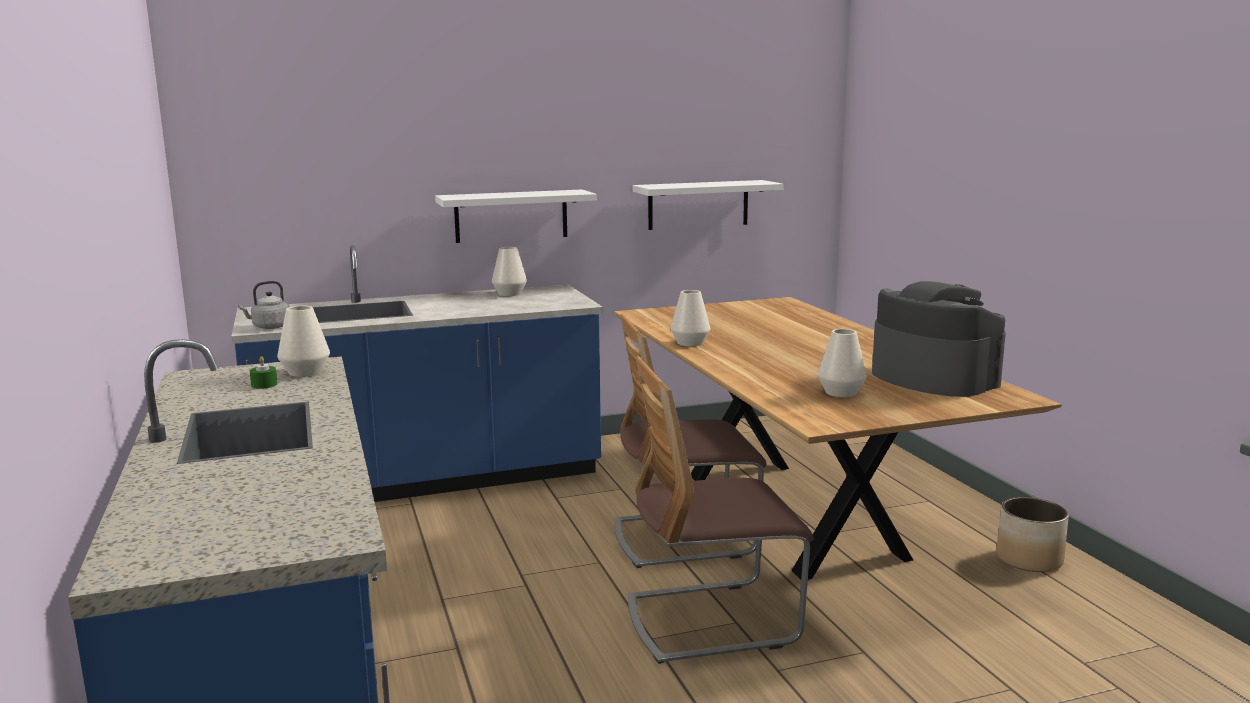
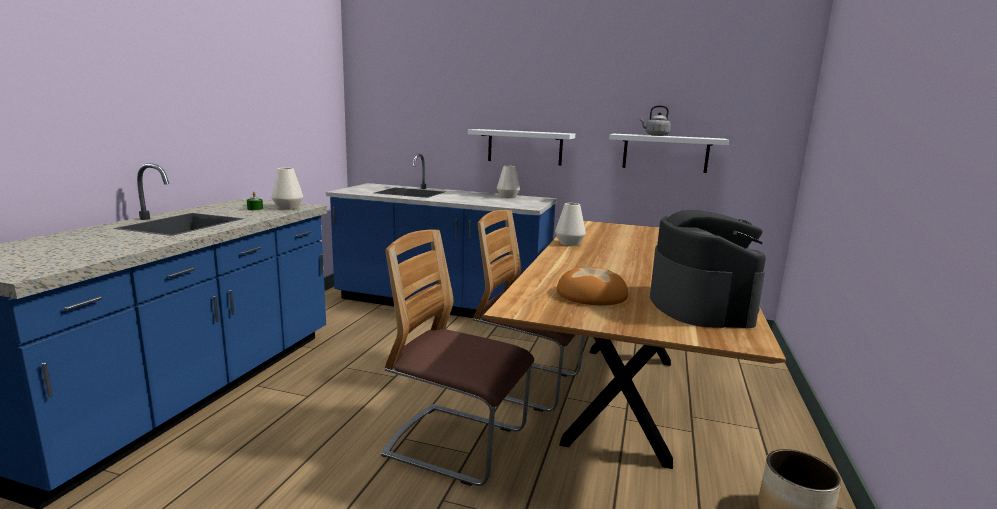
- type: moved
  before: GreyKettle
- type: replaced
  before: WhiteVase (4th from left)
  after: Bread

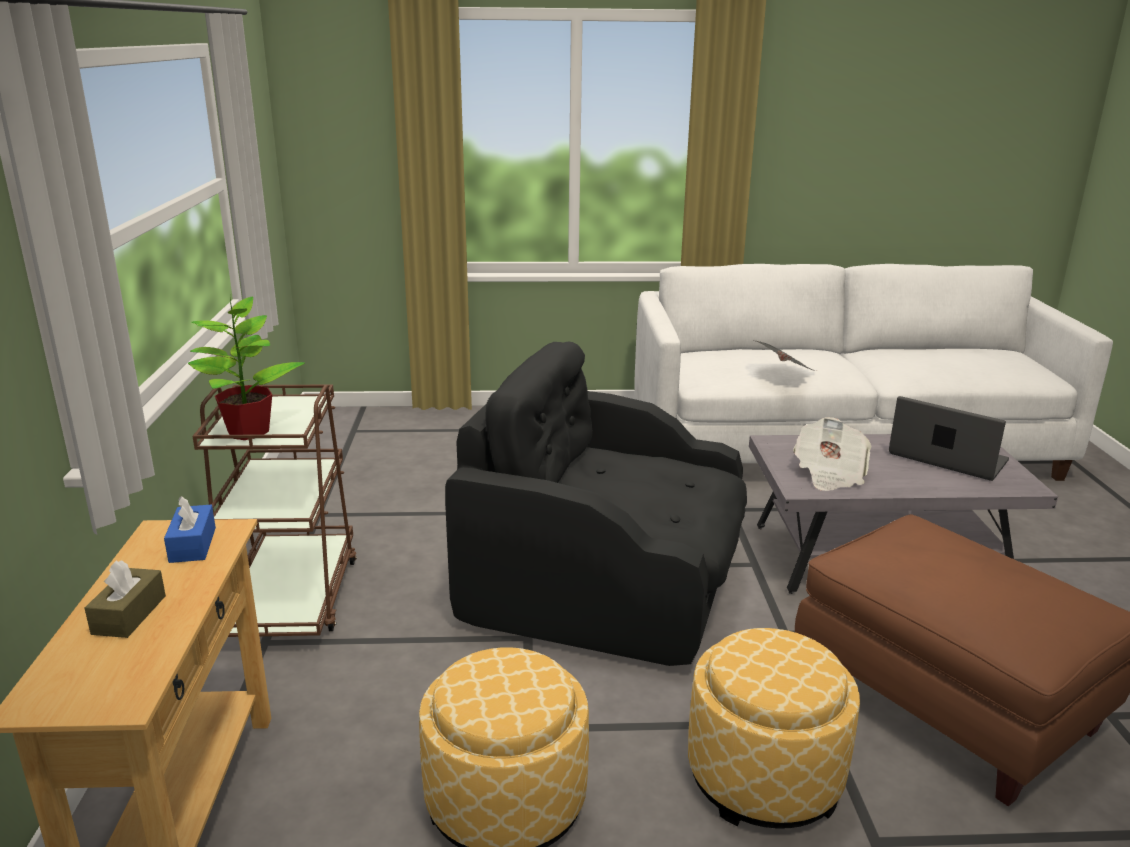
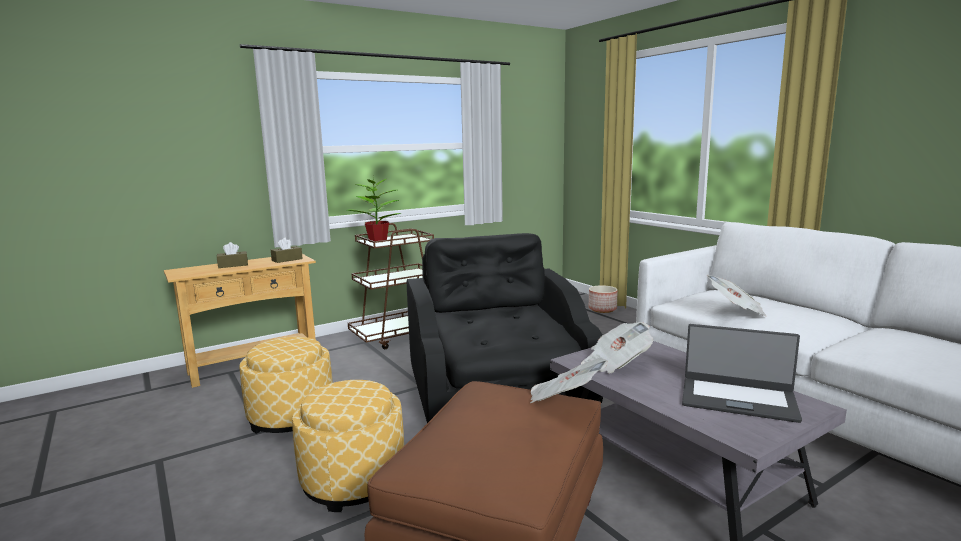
- type: recoloured
  before: BlueTissueBox
  after: BrownTissueBox (2nd from left)
- type: turned
  before: Laptop
  turn: 105
- type: added
  after: Newspaper (1st from left)
- type: added
  after: Planter

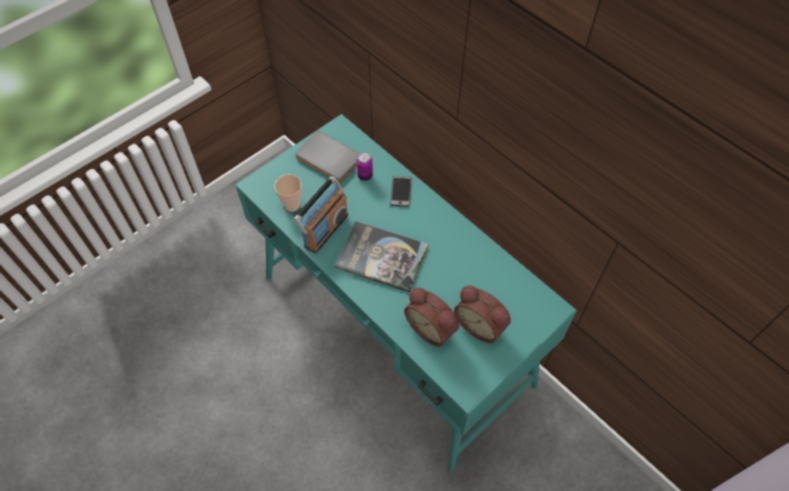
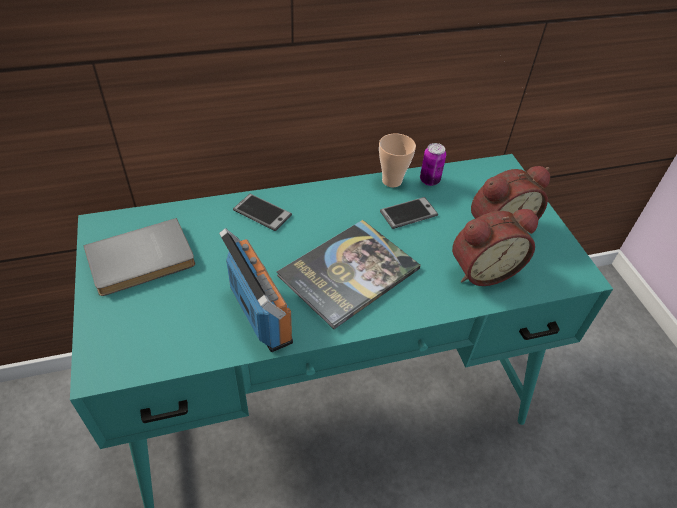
- type: moved
  before: Cup
- type: moved
  before: Can
- type: added
  after: Phone (2nd from left)

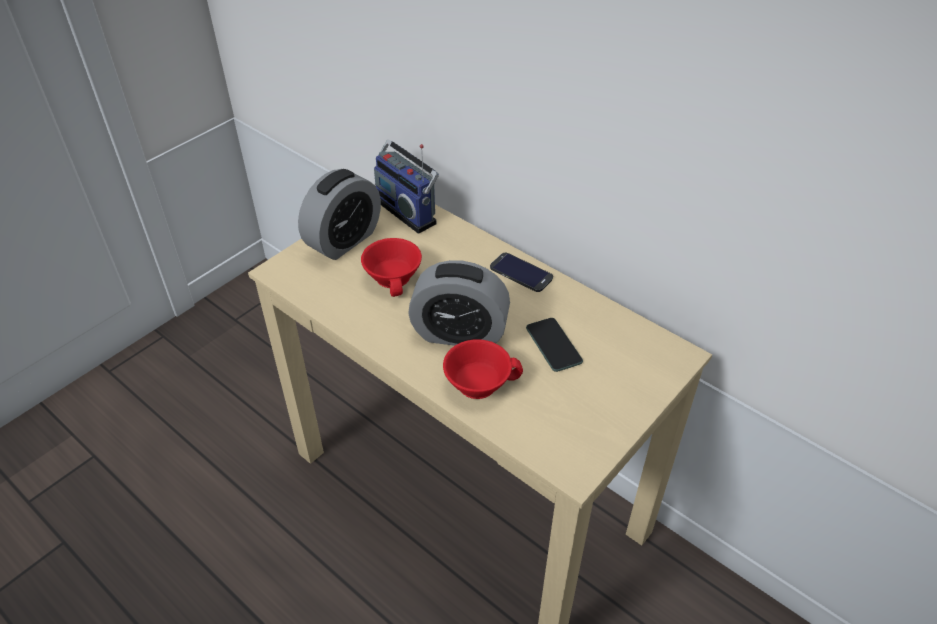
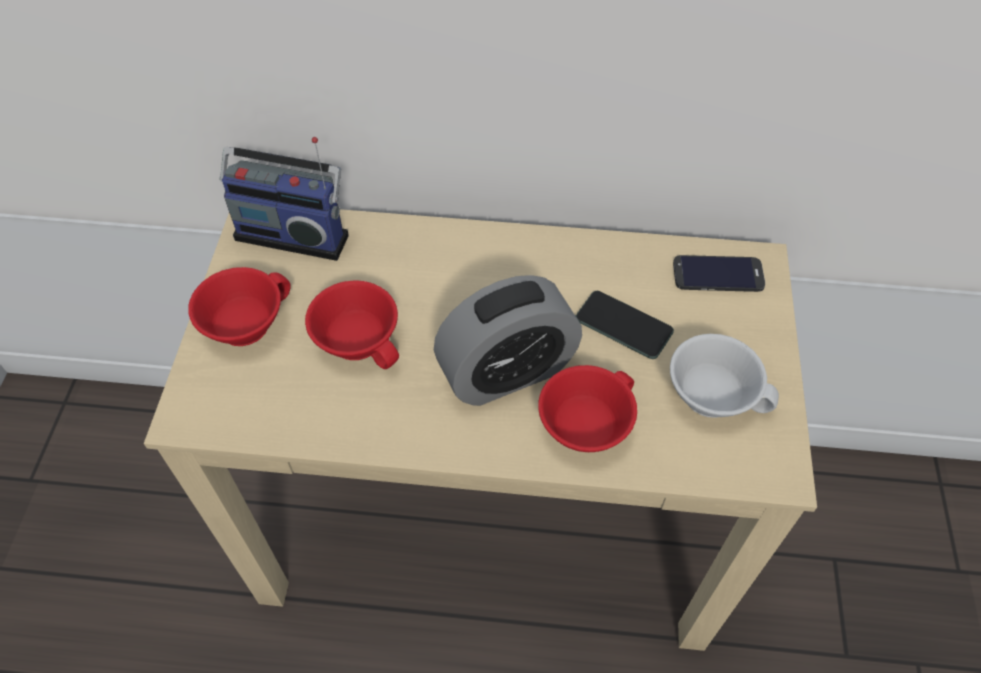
- type: replaced
  before: AlarmClock (1st from left)
  after: RedCup (1st from left)
- type: moved
  before: Phone (1st from left in the first image)
  after: Phone (2nd from left)
- type: added
  after: WhiteCup

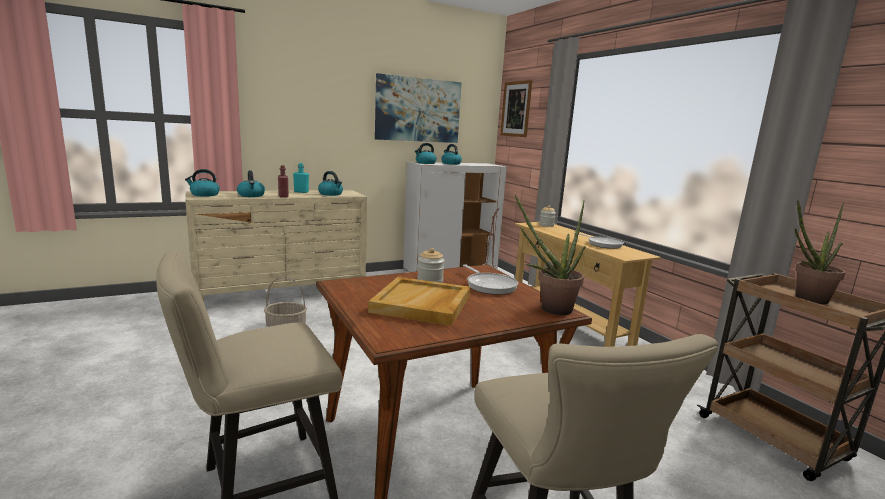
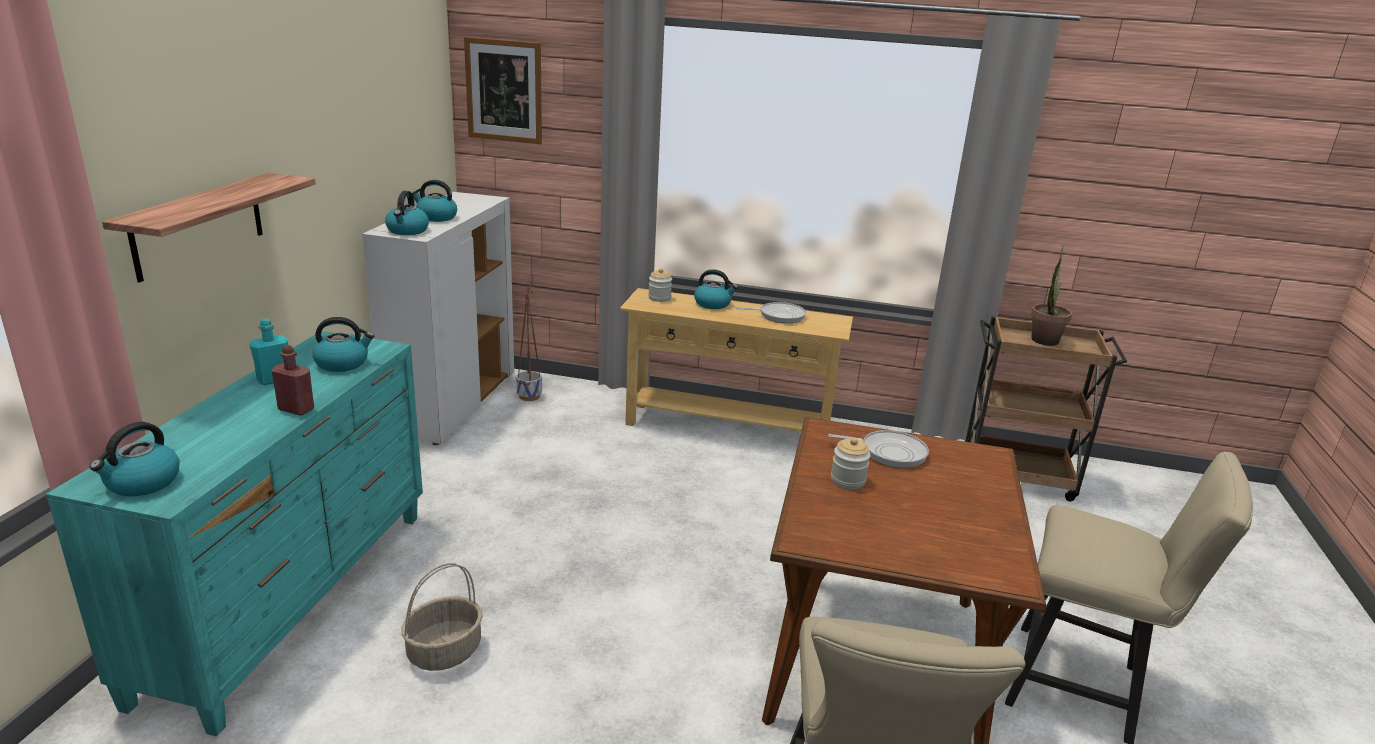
- type: recoloured
  before: BeigeDresser
  after: TurquoiseDresser
- type: moved
  before: Kettle (2nd from left in the first image)
  after: Kettle (5th from left)
- type: removed
  before: BeigeTray
- type: removed
  before: Picture (1st from left)
- type: removed
  before: PottedPlant (1st from left)
- type: added
  after: Shelf

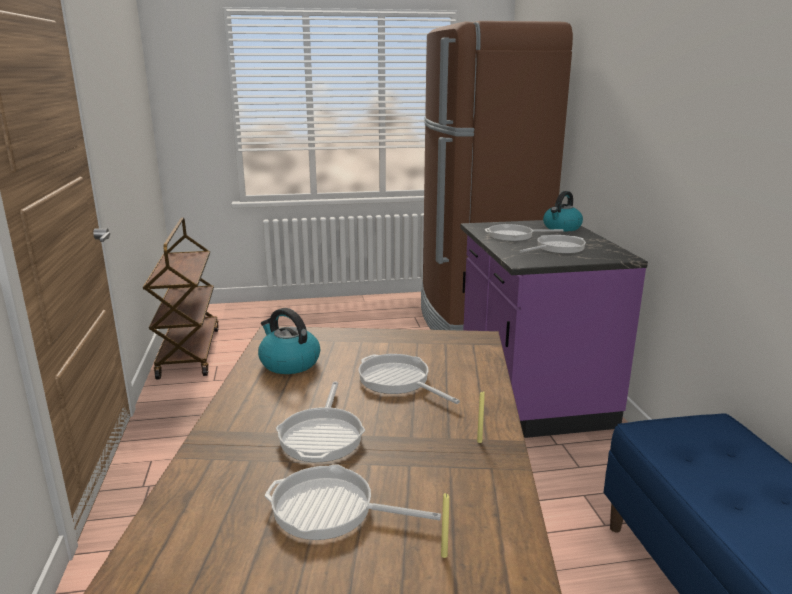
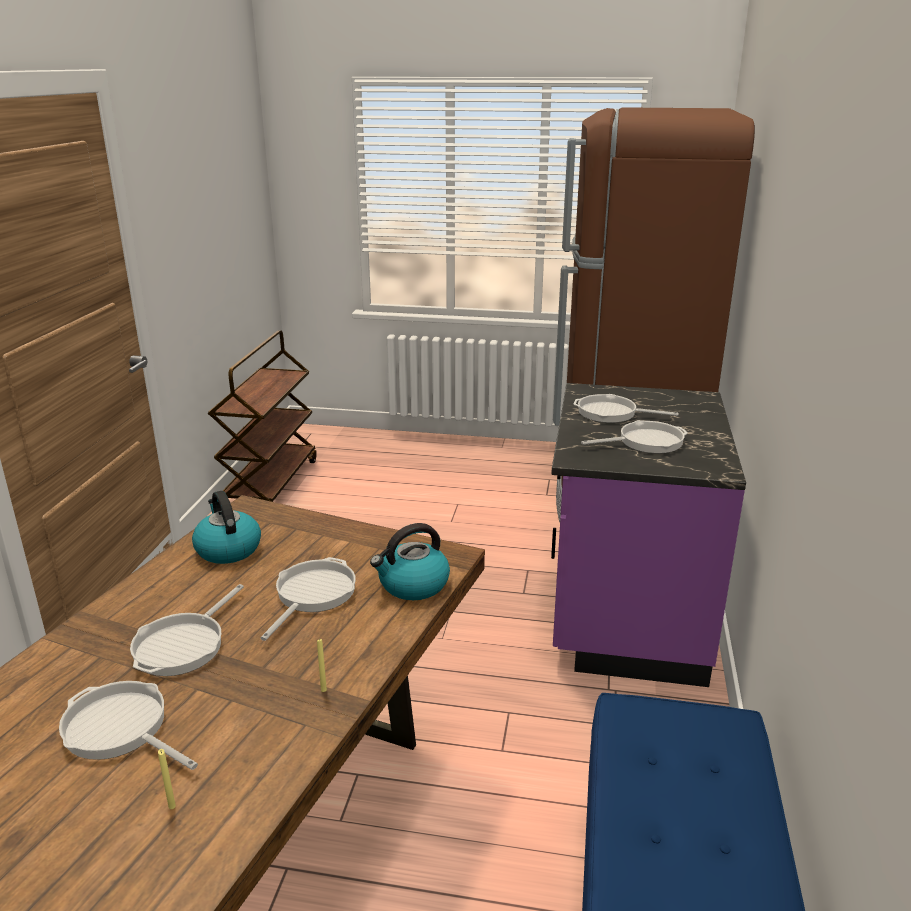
- type: turned
  before: FryingPan (3rd from left)
  turn: 45
- type: moved
  before: Kettle (2nd from left)

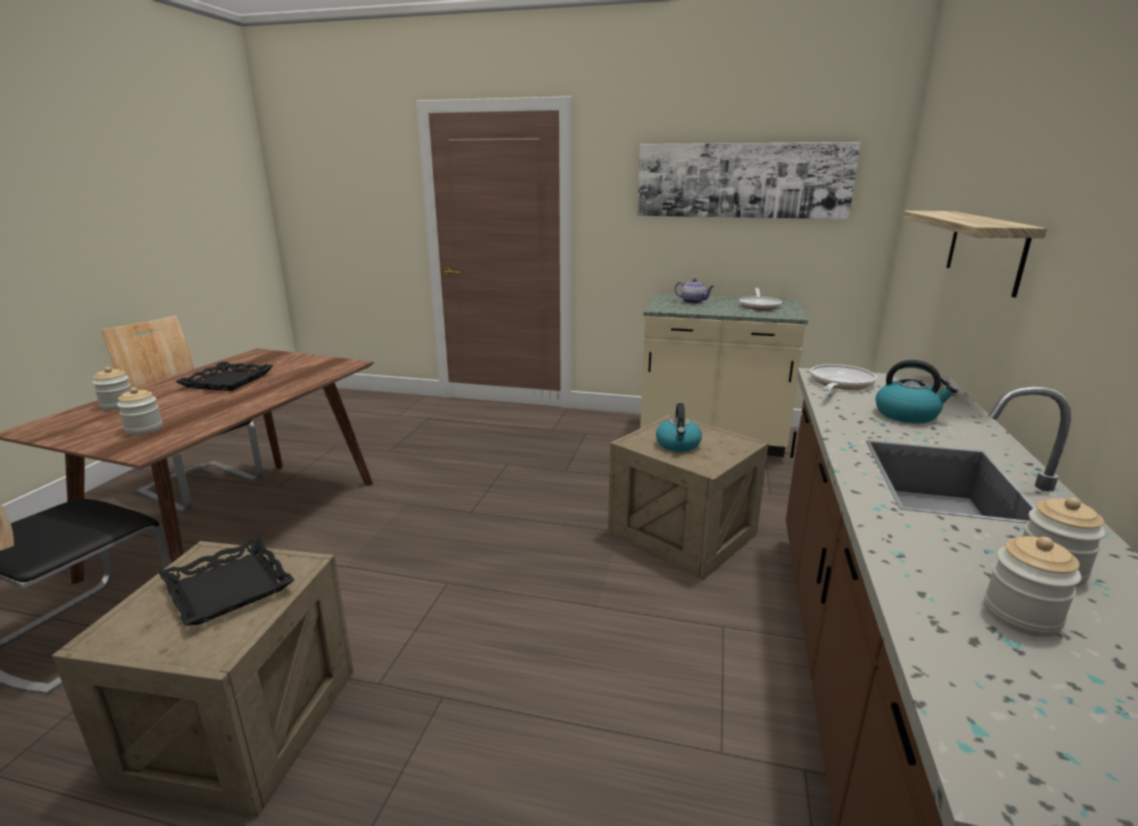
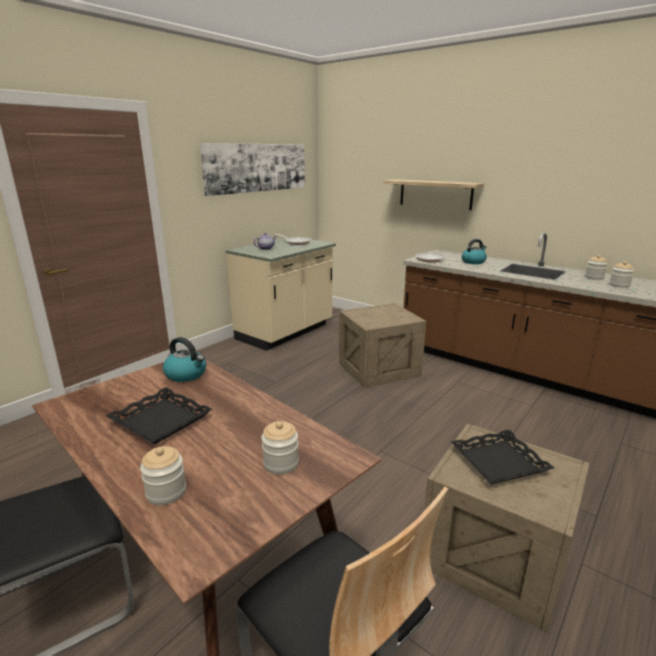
- type: moved
  before: Kettle (1st from left)

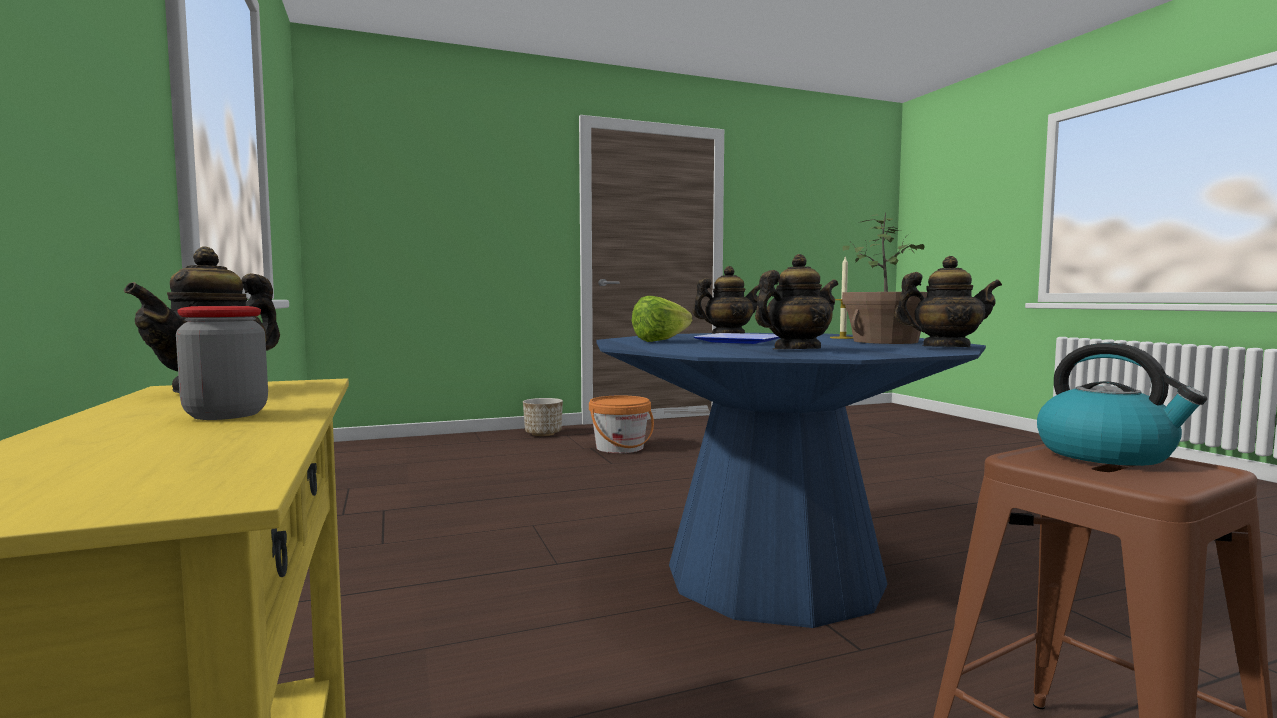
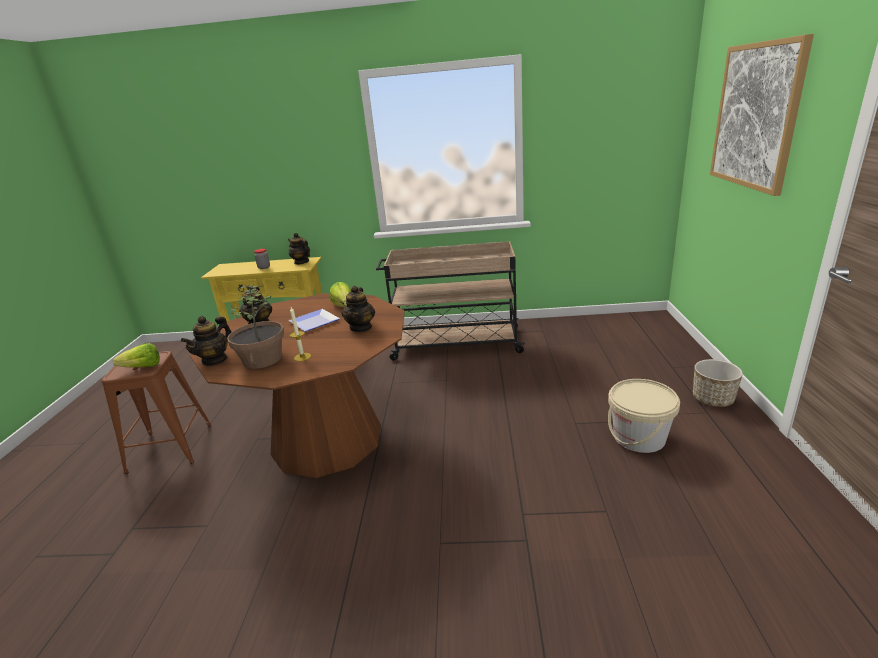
- type: recoloured
  before: OrangeBucket
  after: BeigeBucket
- type: recoloured
  before: BlueDiningTable
  after: BrownDiningTable
- type: replaced
  before: Kettle
  after: Lettuce (1st from left)
- type: added
  after: BeigeCart
- type: added
  after: Picture

